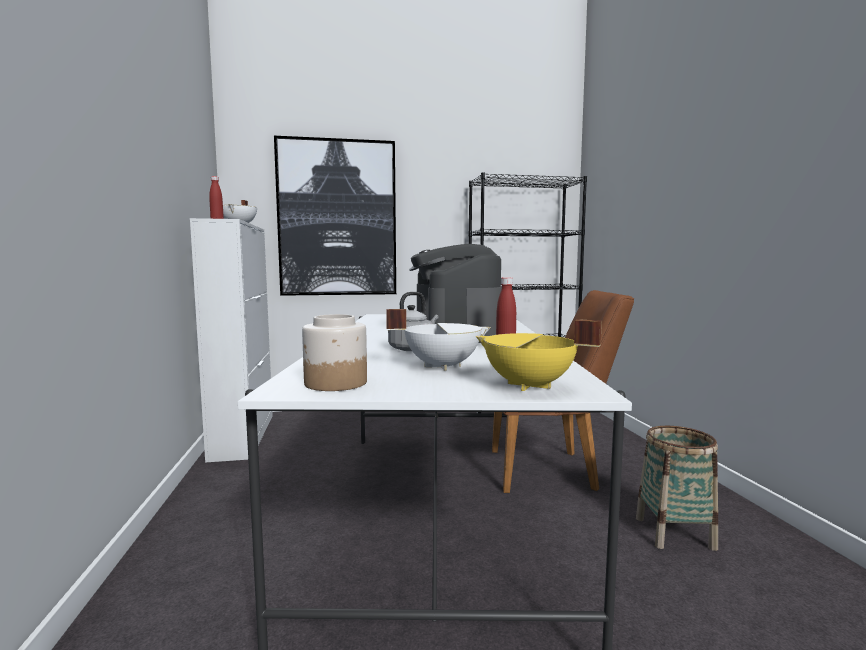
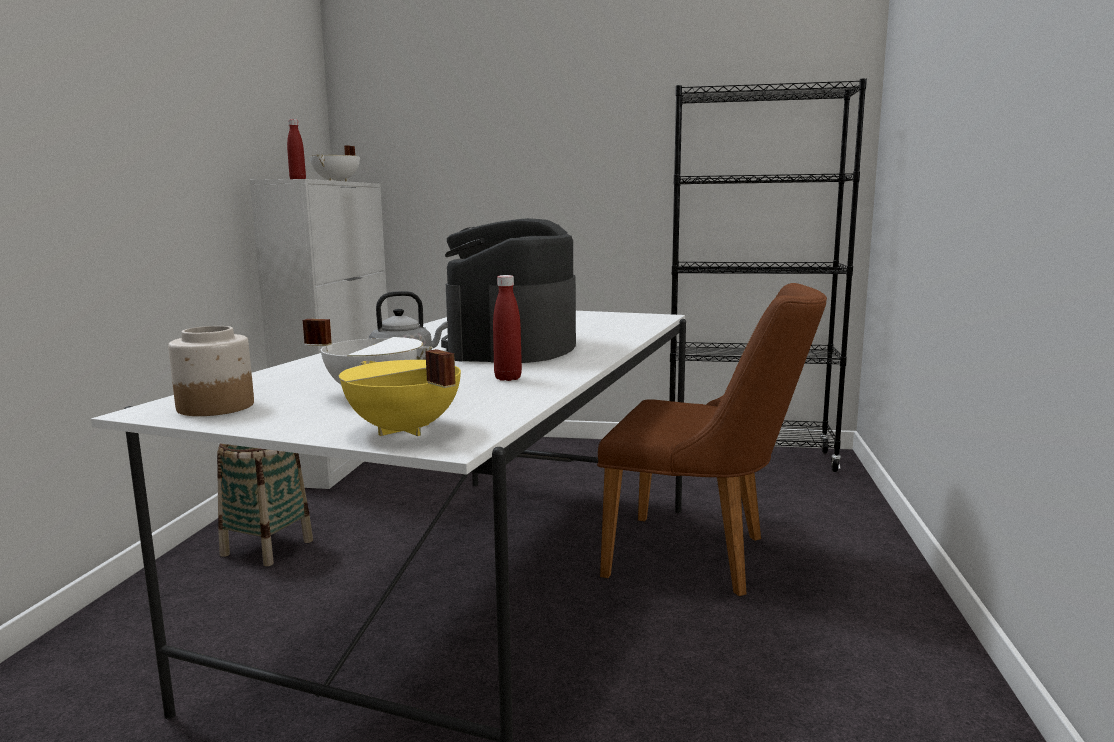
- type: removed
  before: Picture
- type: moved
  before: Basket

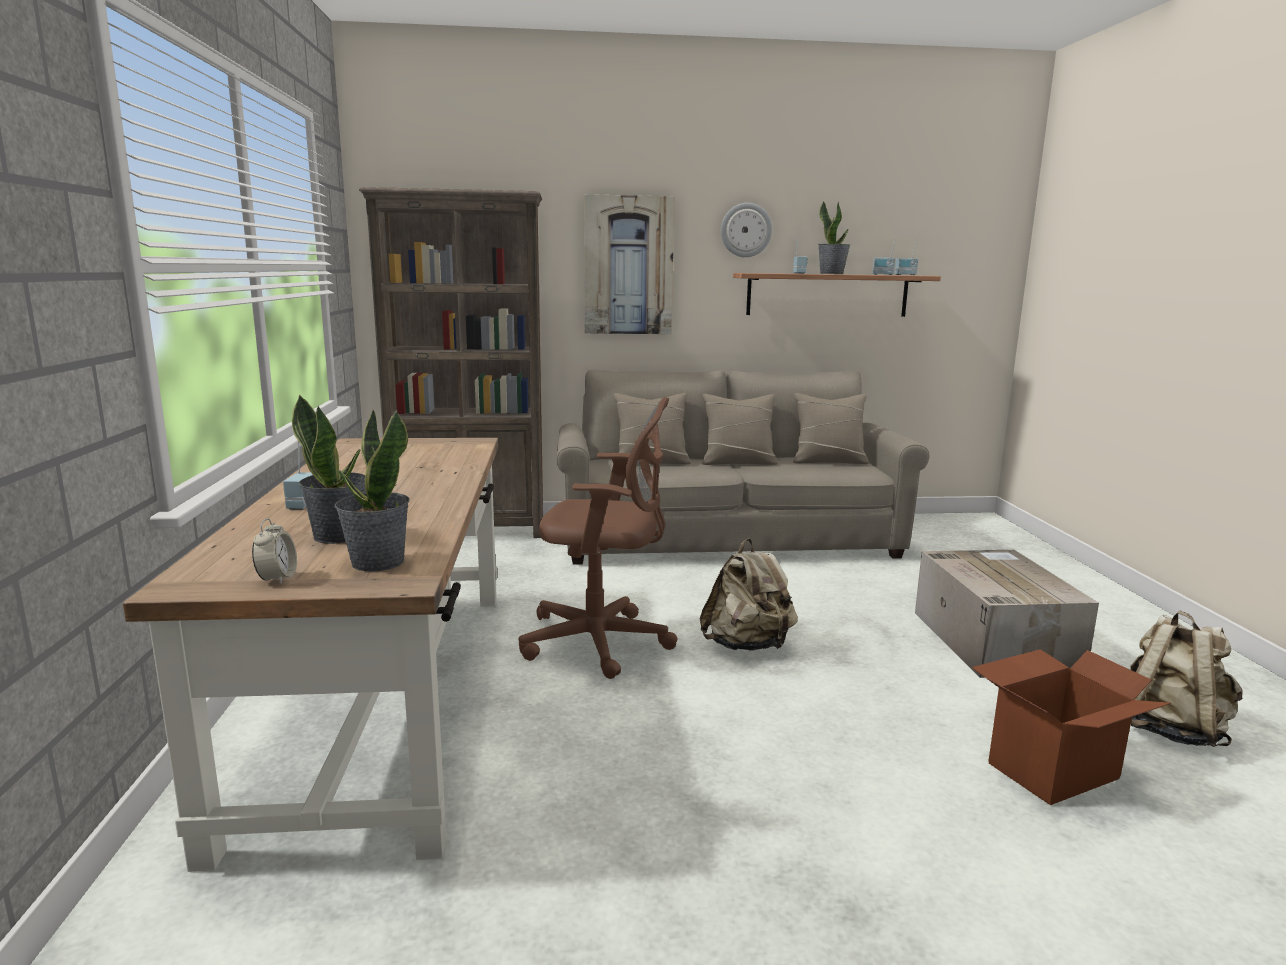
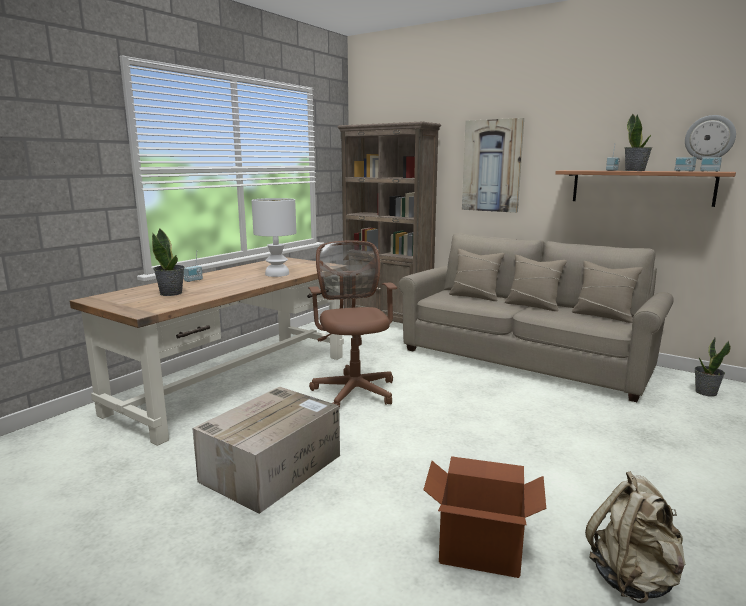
- type: removed
  before: AlarmClock
- type: moved
  before: PottedPlant (2nd from left in the first image)
  after: PottedPlant (3rd from left)
- type: turned
  before: BrownOfficeChair
  turn: -150
- type: removed
  before: BeigeBackpack (1st from left)
- type: moved
  before: WallClock
- type: moved
  before: CardboardBox (1st from left)
- type: added
  after: WhiteTableLamp

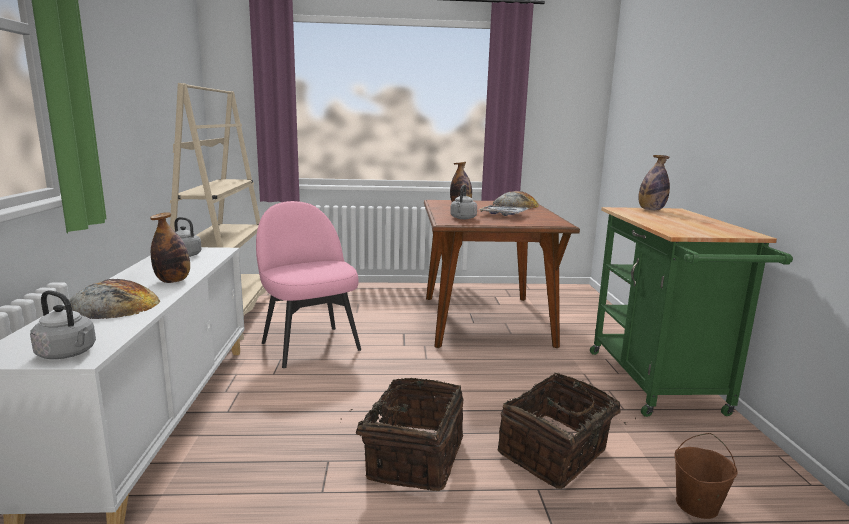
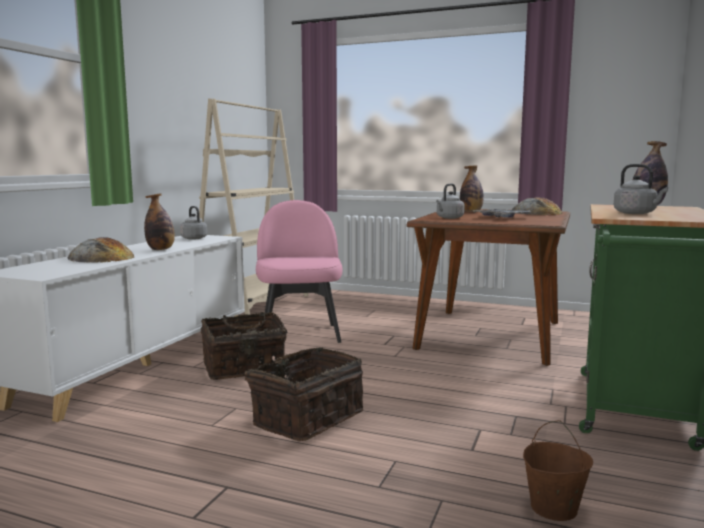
- type: moved
  before: GreyKettle (1st from left in the first image)
  after: GreyKettle (3rd from left)
- type: moved
  before: Basket (2nd from left in the first image)
  after: Basket (1st from left)

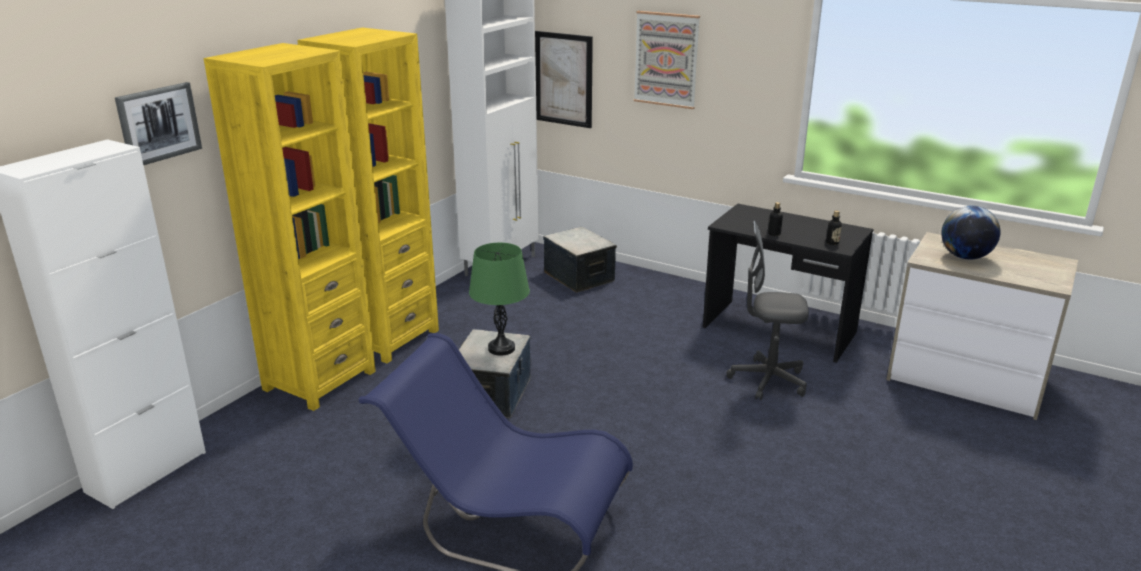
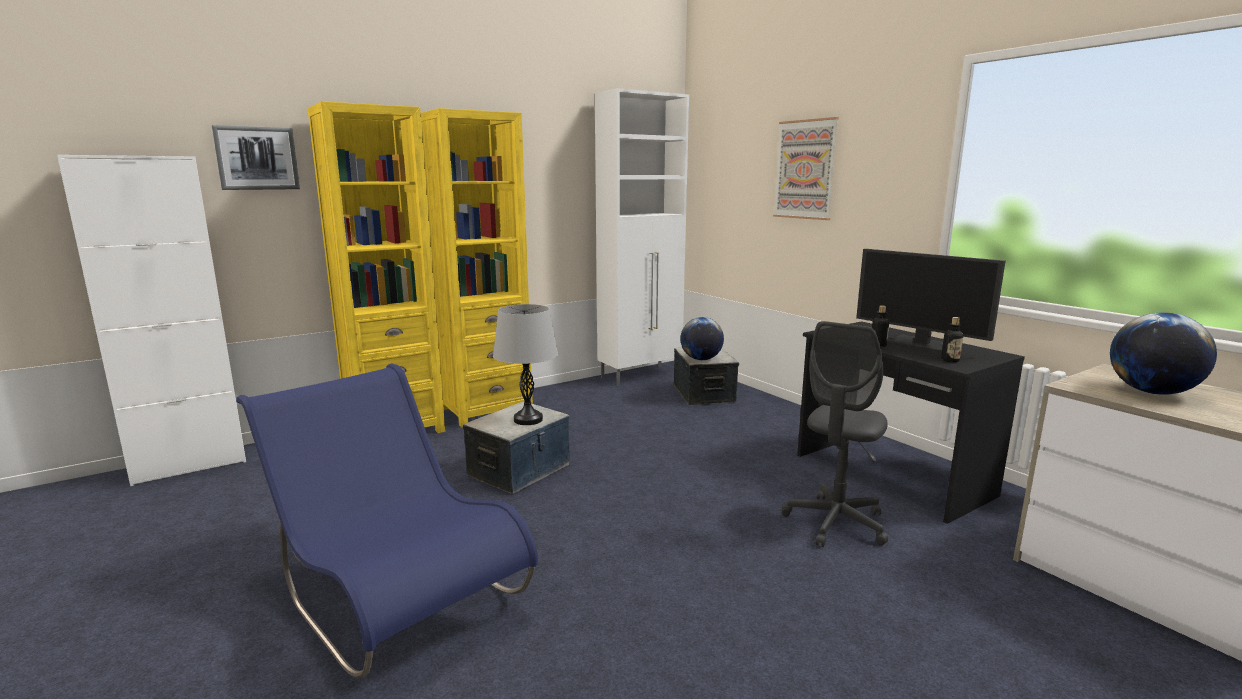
- type: recoloured
  before: GreenTableLamp
  after: GreyTableLamp
- type: removed
  before: Picture (2nd from left)
- type: turned
  before: GreyOfficeChair
  turn: -90
- type: added
  after: Globe (1st from left)
- type: added
  after: Monitor

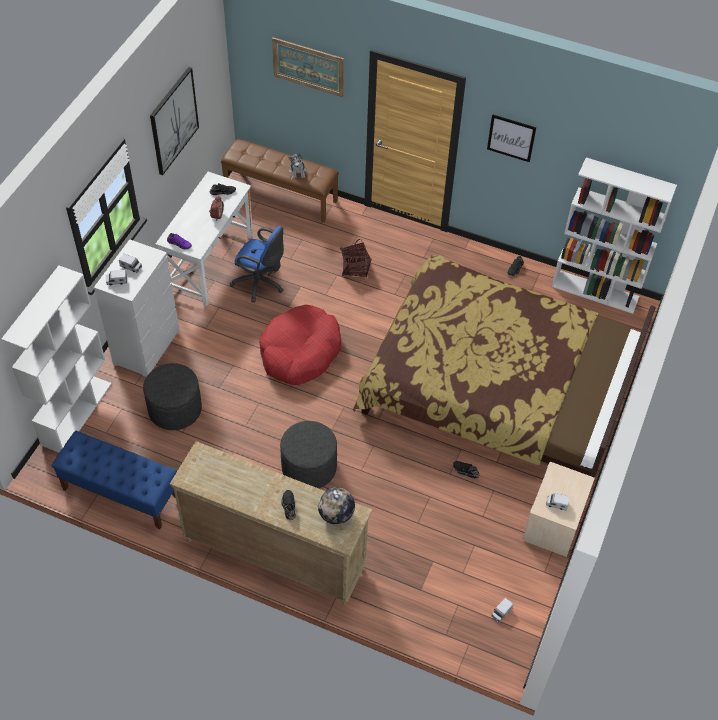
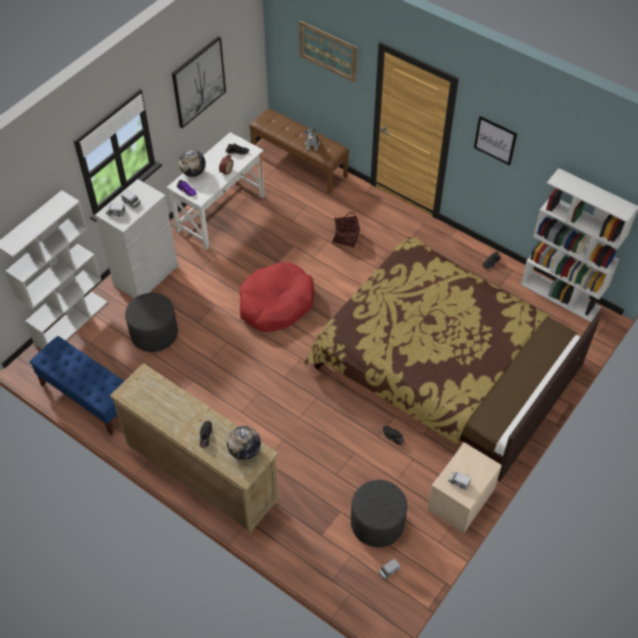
- type: removed
  before: BlueOfficeChair
- type: moved
  before: GreyOttoman (2nd from left)
- type: added
  after: Globe (1st from left)

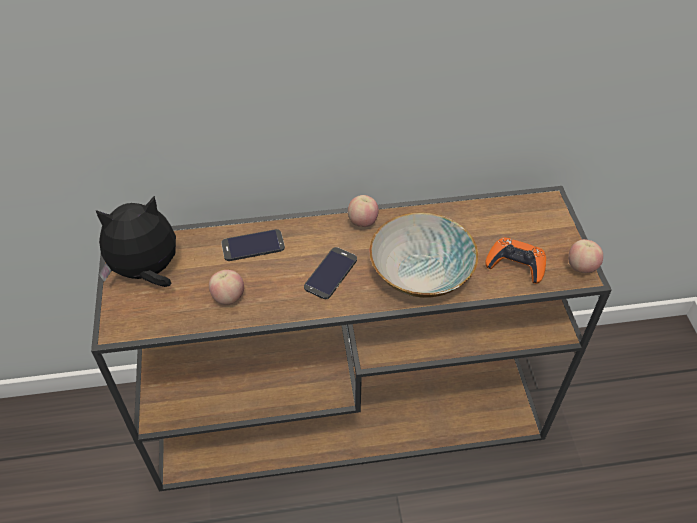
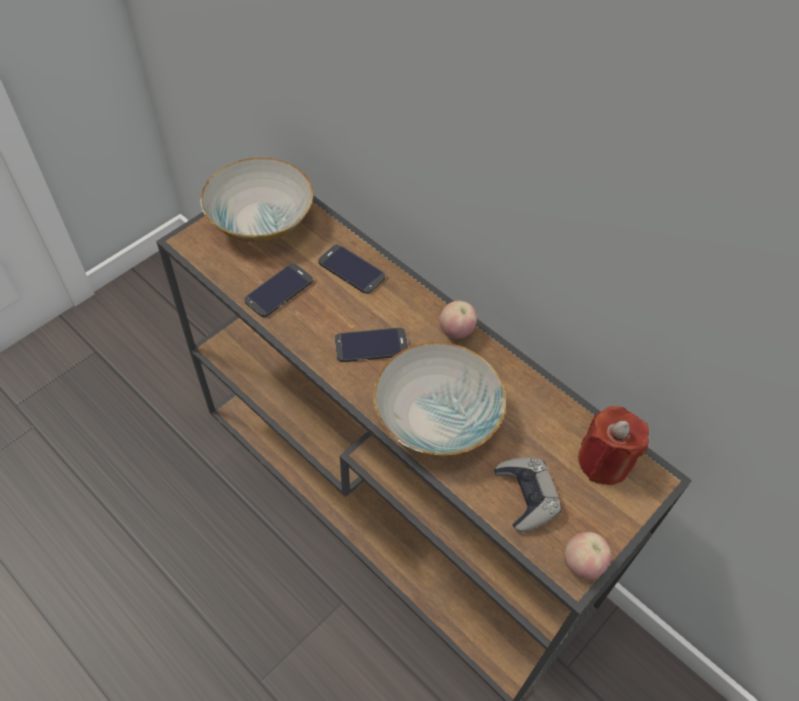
- type: replaced
  before: PlushToy
  after: Bowl (1st from left)
- type: replaced
  before: Apple (1st from left)
  after: Phone (1st from left)
- type: recoloured
  before: OrangeGameController
  after: GreyGameController
- type: added
  after: RedCandle

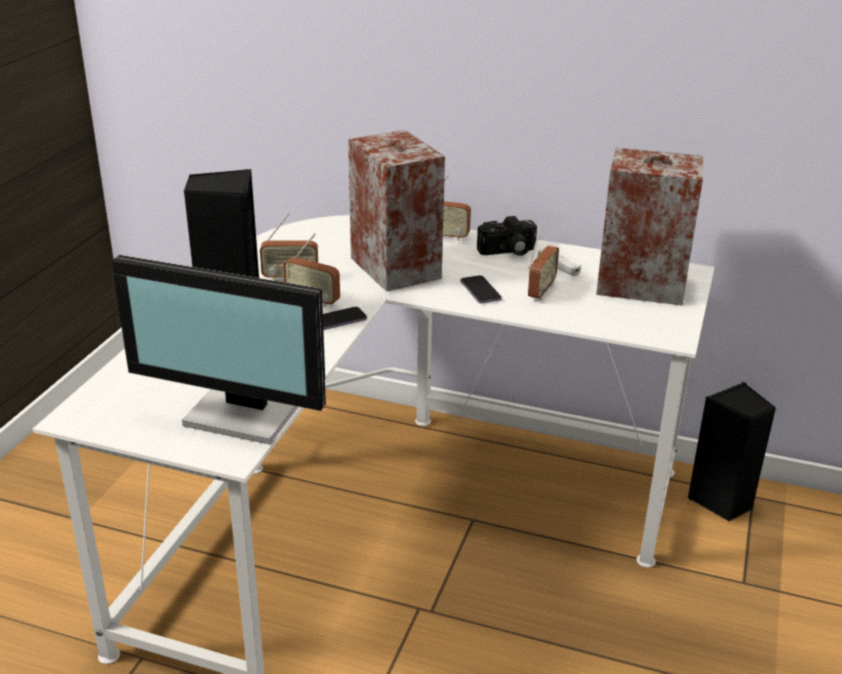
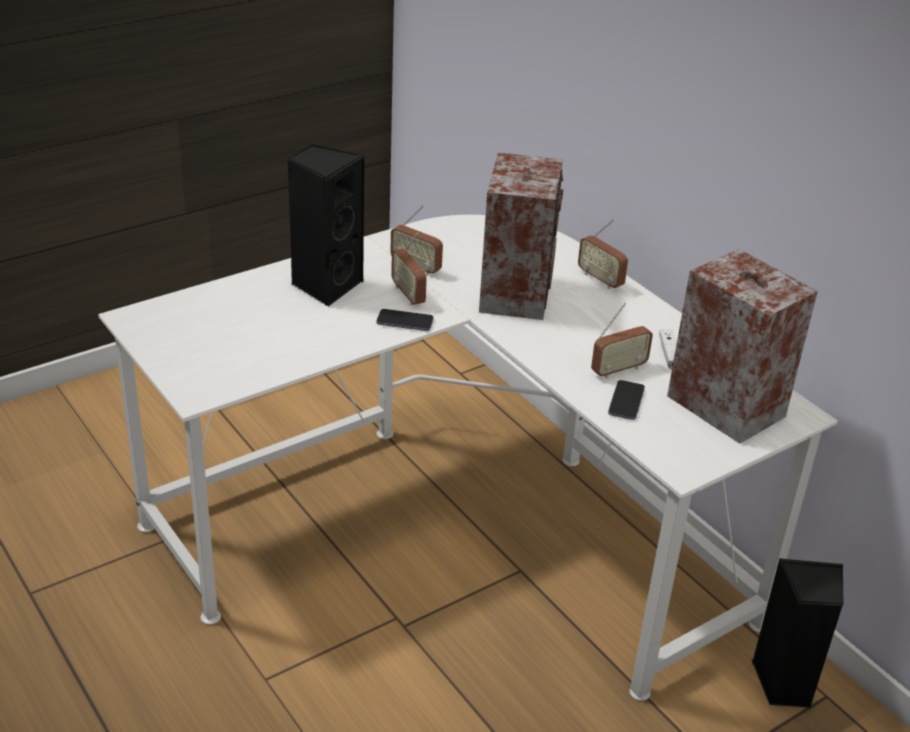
- type: removed
  before: Monitor
- type: moved
  before: Phone (2nd from left)
- type: removed
  before: PhotoCamera

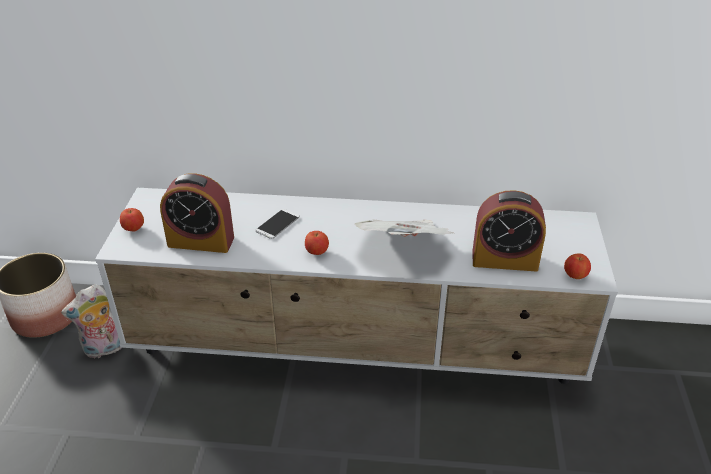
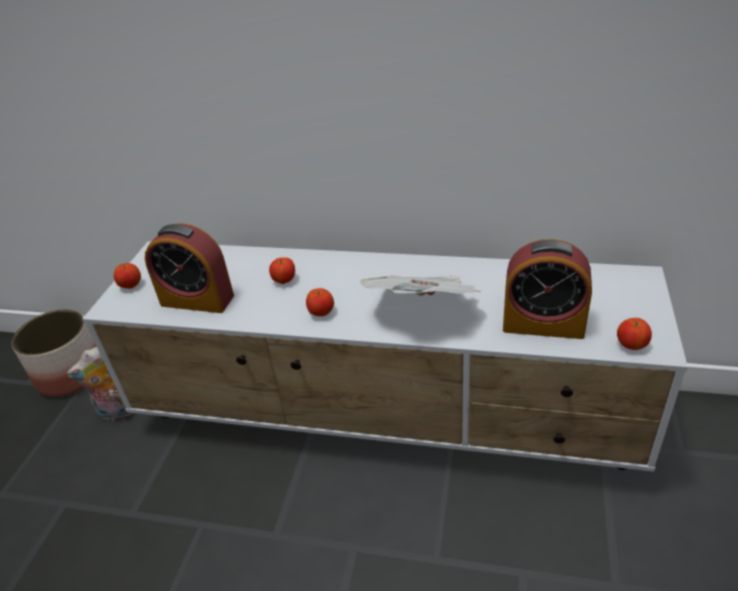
- type: replaced
  before: Phone
  after: Apple (2nd from left)

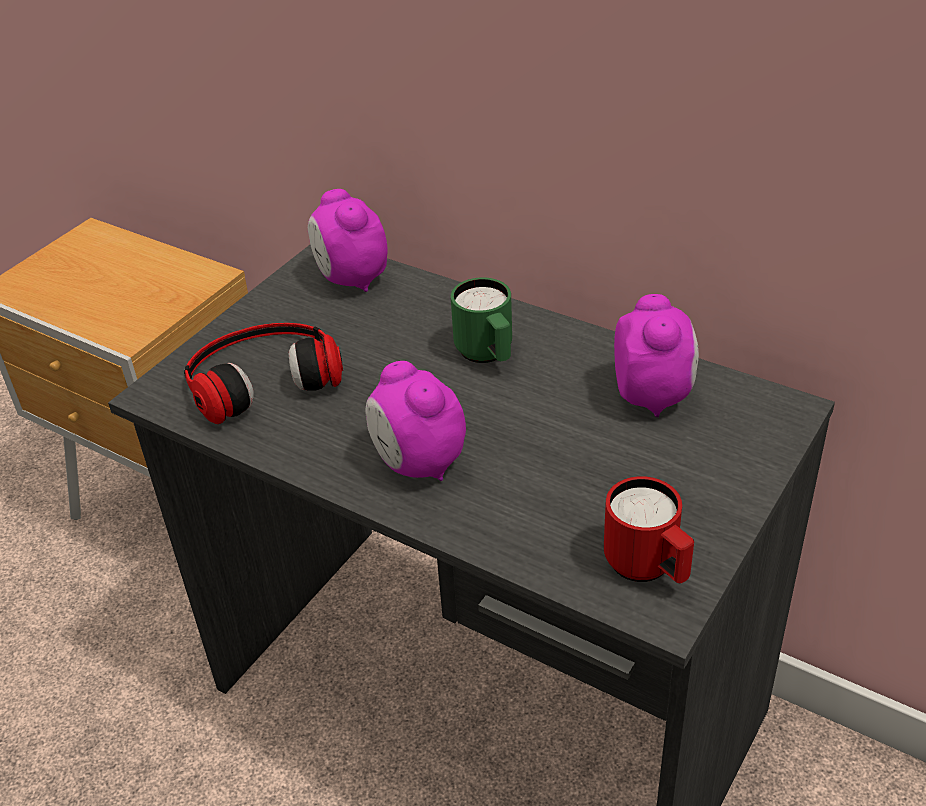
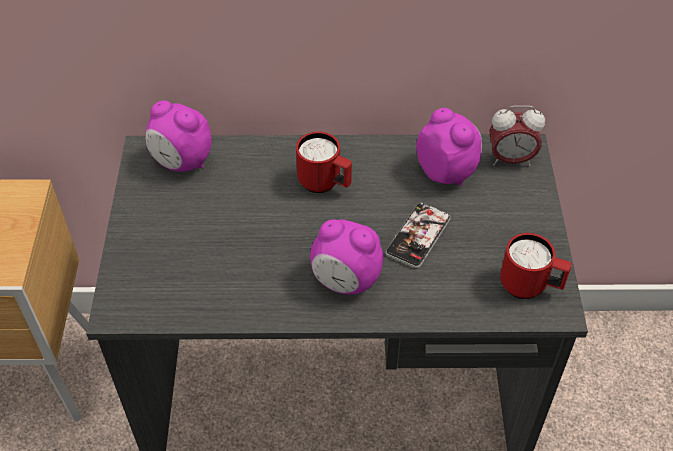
- type: removed
  before: Headphones
- type: recoloured
  before: GreenMug
  after: RedMug (1st from left)
- type: added
  after: Phone
- type: added
  after: AlarmClock (4th from left)

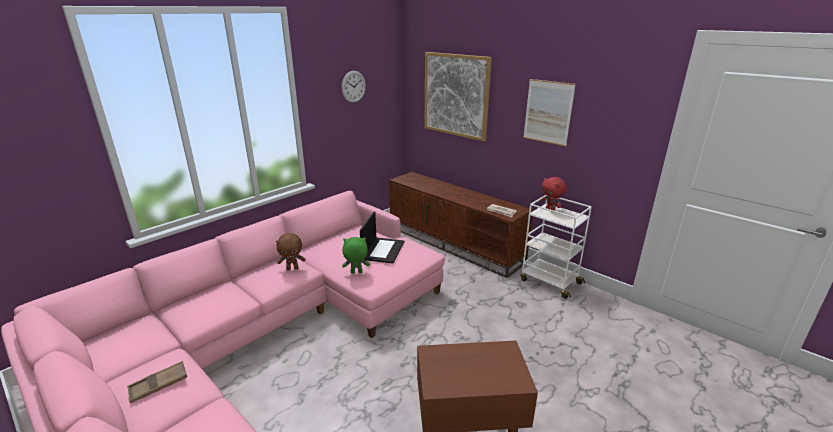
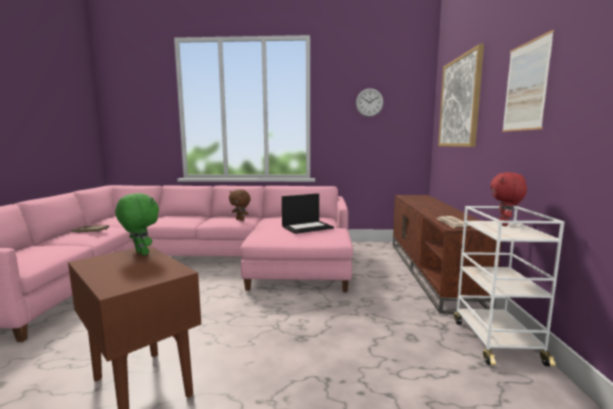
- type: moved
  before: GreenPlushToy

